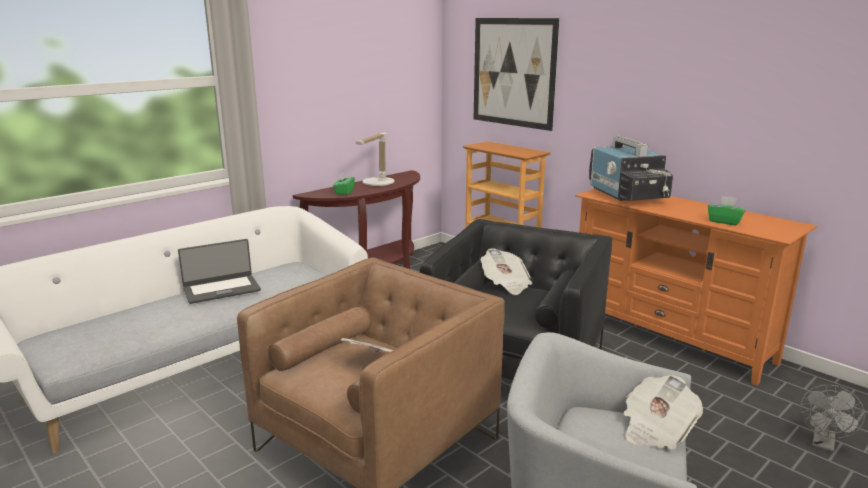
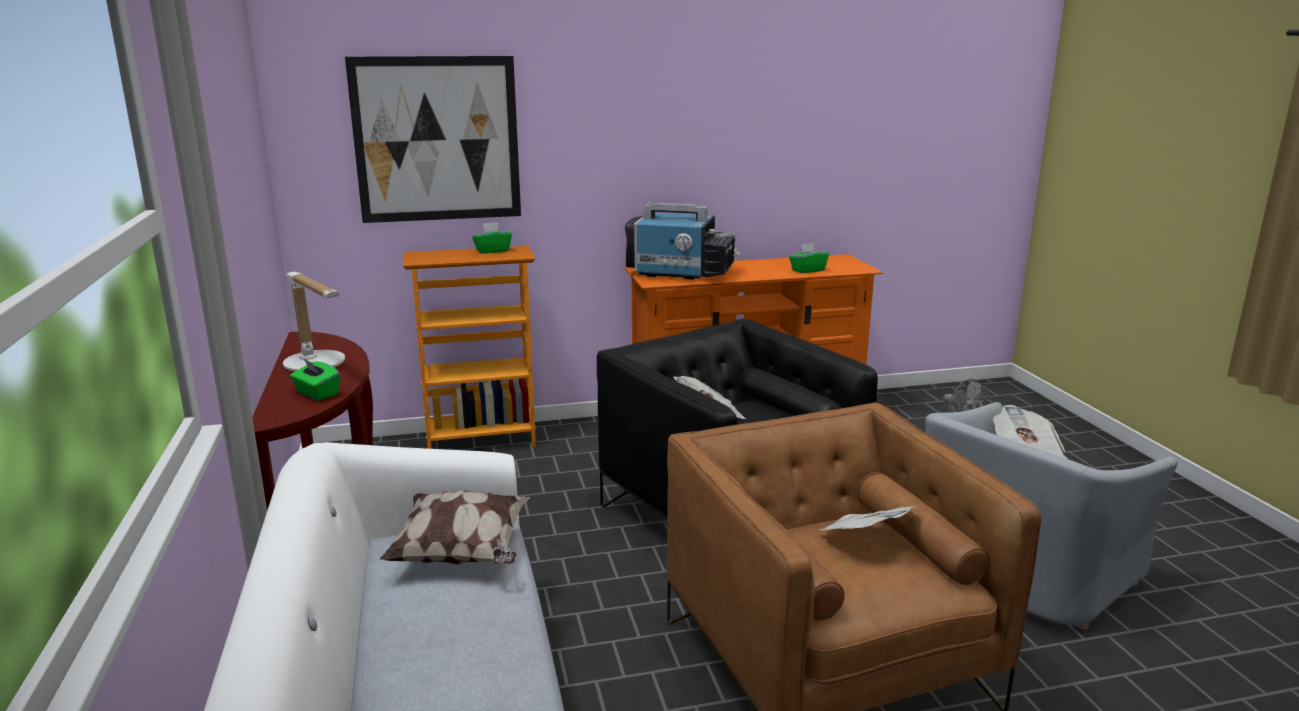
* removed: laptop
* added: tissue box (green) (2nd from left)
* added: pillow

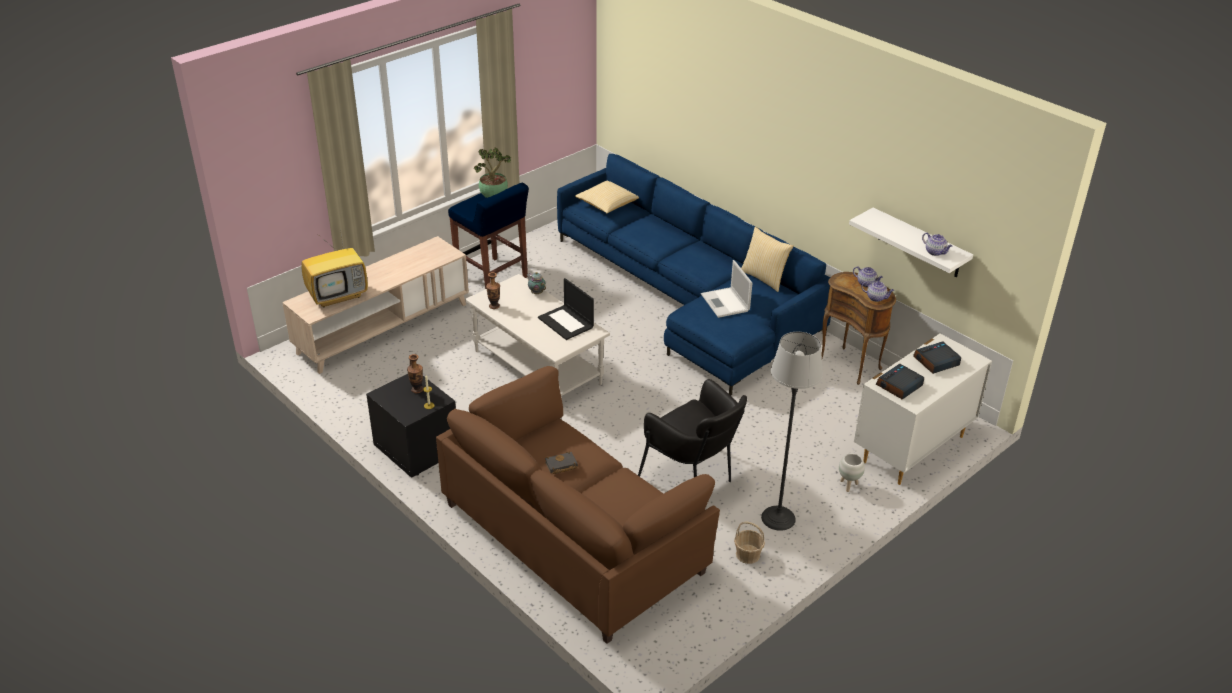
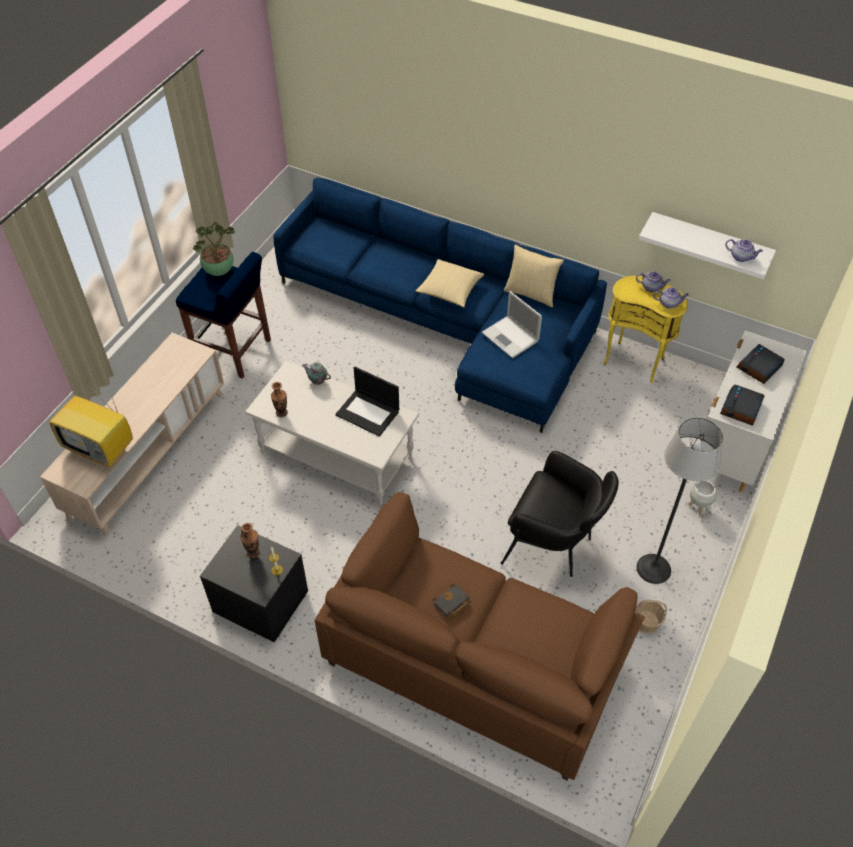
* moved: pillow (1st from left)
* turned: television 75 degrees clockwise
* recoloured: side table (brown) to side table (yellow)

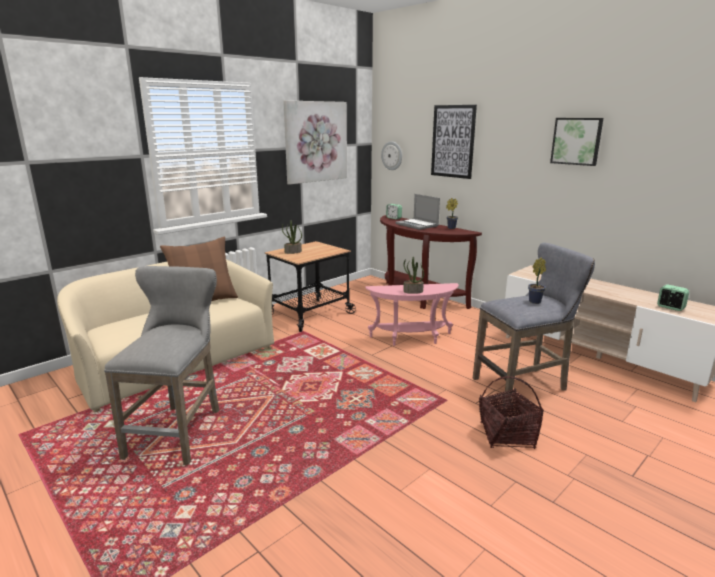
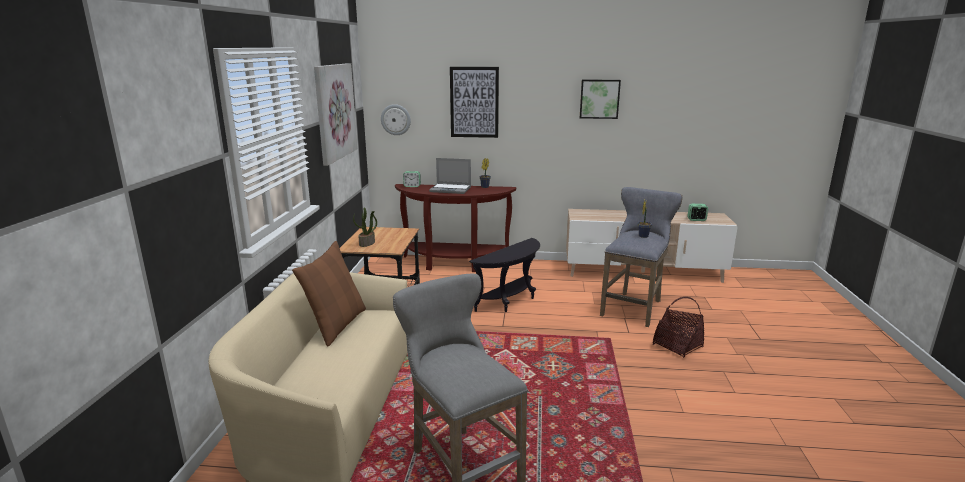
* removed: potted plant (2nd from left)
* recoloured: side table (pink) to side table (black)

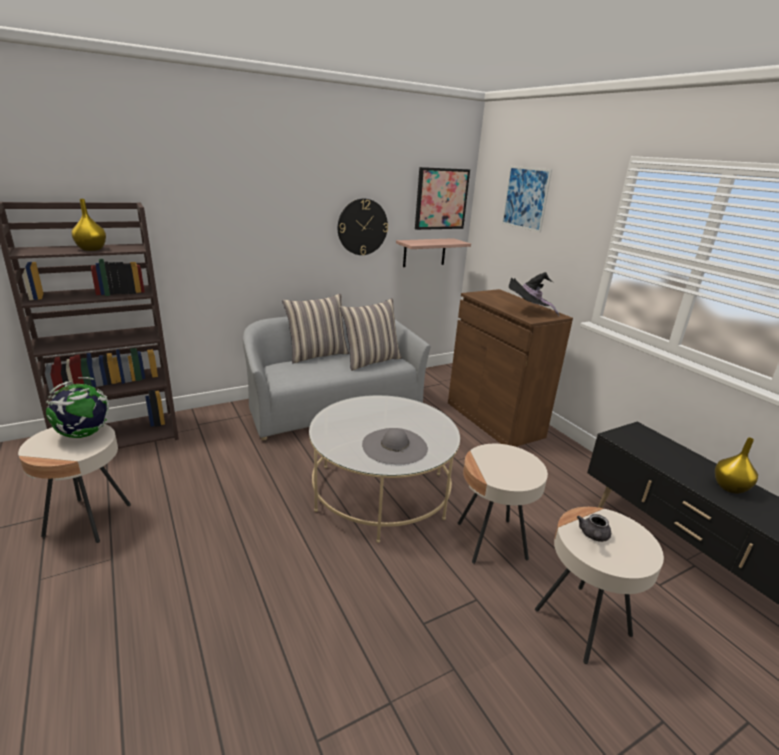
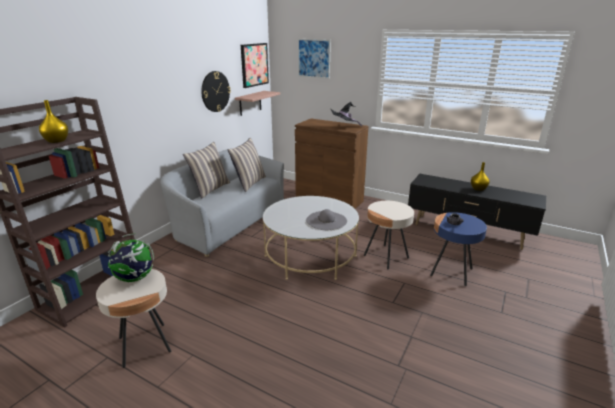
* recoloured: side table (beige) (3rd from left) to side table (blue)

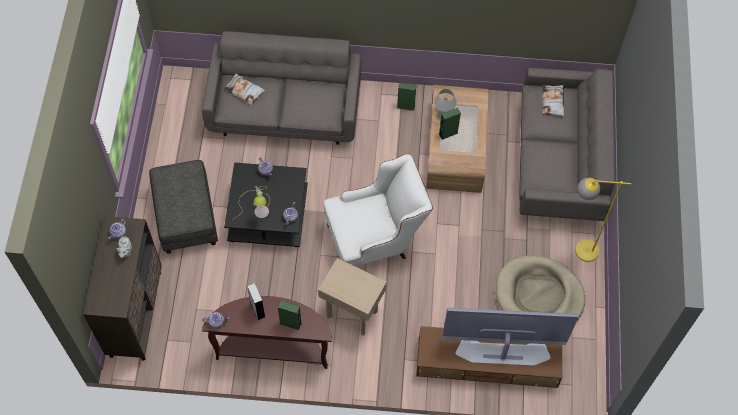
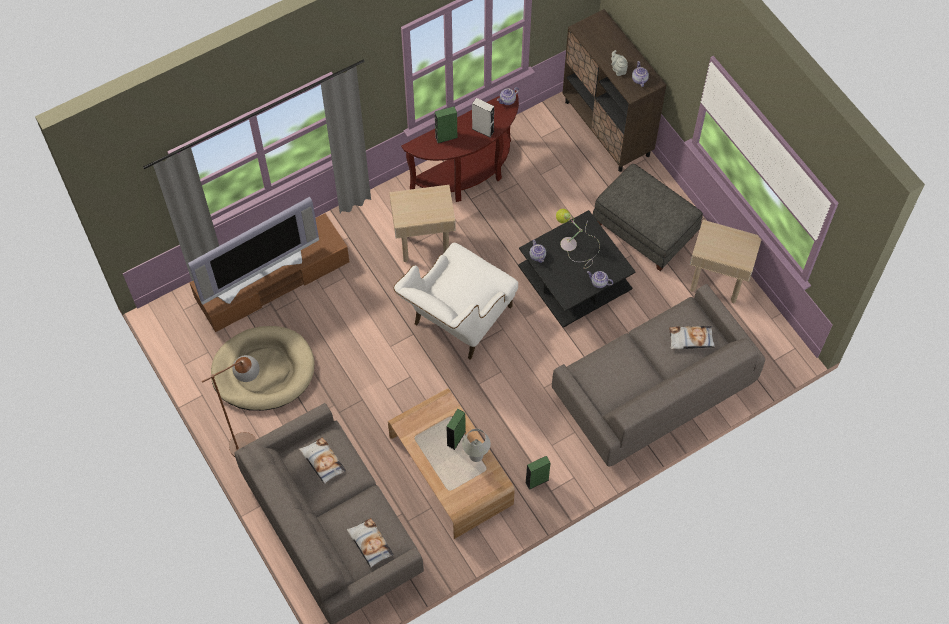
* recoloured: floor lamp (yellow) to floor lamp (brown)
* added: side table (beige) (2nd from left)
* added: pillow (1st from left)

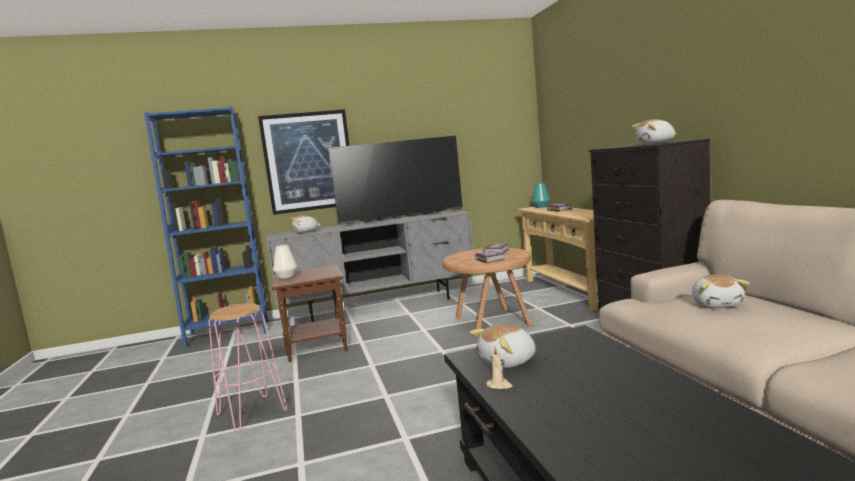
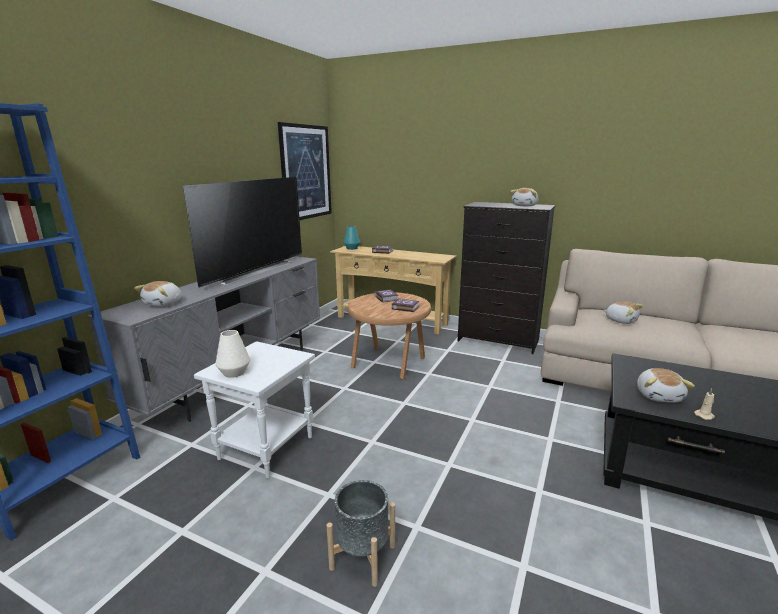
* moved: picture
* recoloured: side table (brown) (1st from left) to side table (white)
* replaced: stool (pink) to planter (grey)

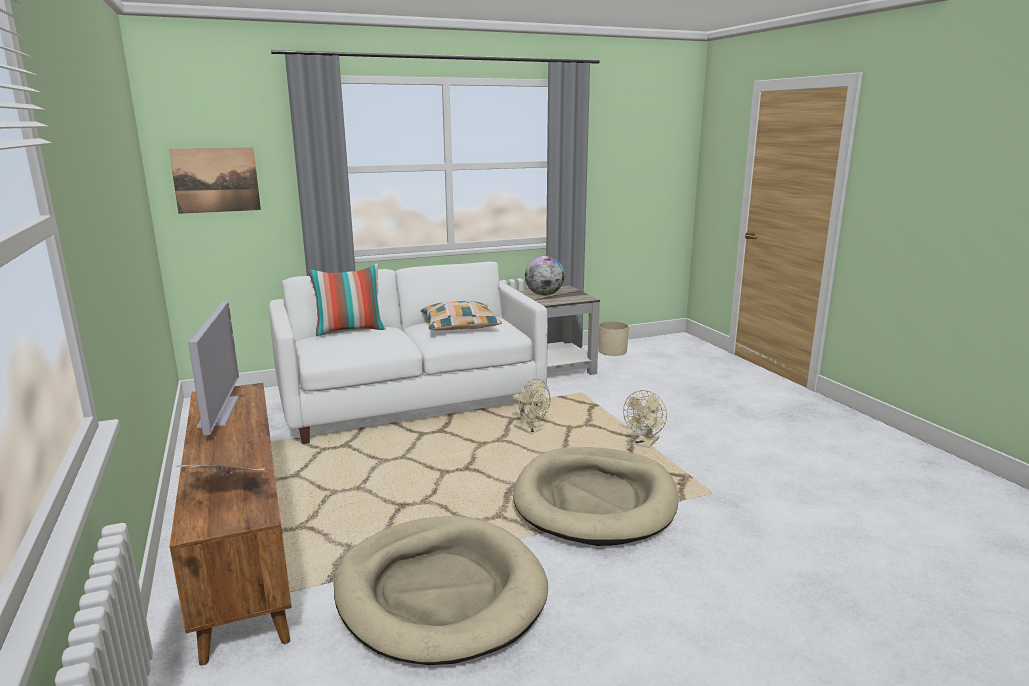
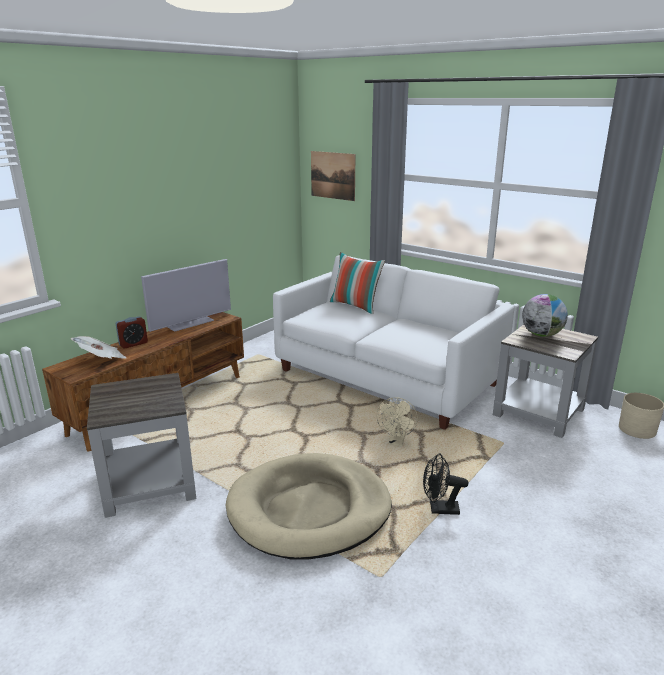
* removed: pillow (2nd from left)
* recoloured: fan (beige) (2nd from left) to fan (black)
* replaced: dog bed (beige) (1st from left) to side table (grey) (1st from left)
* added: alarm clock

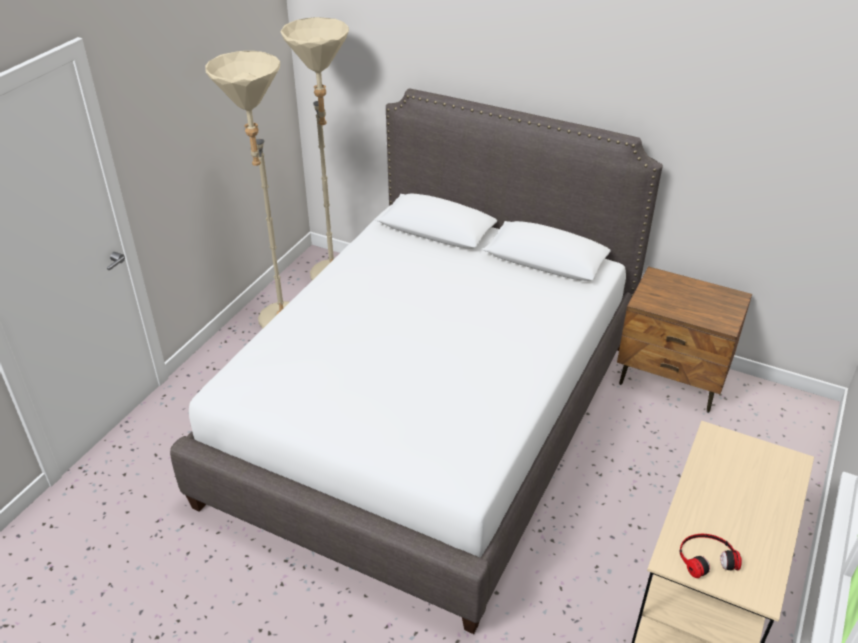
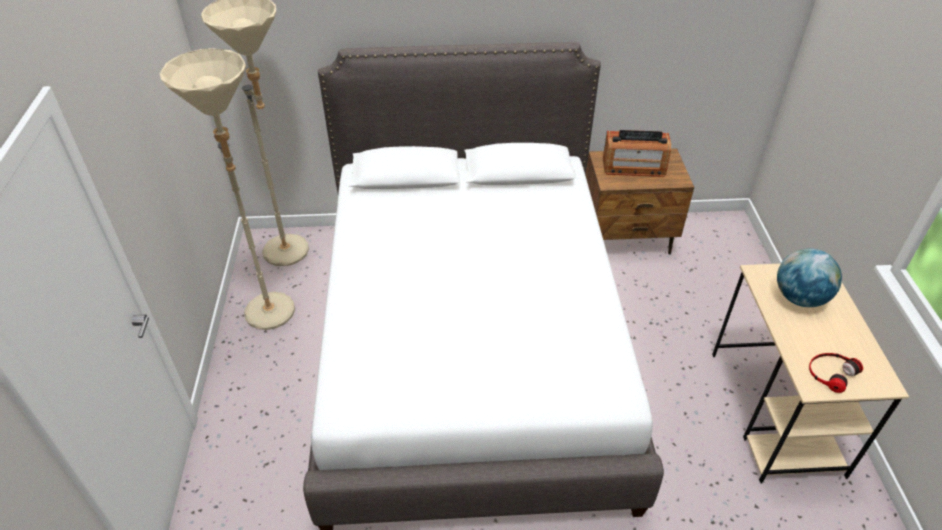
* added: radio
* added: globe

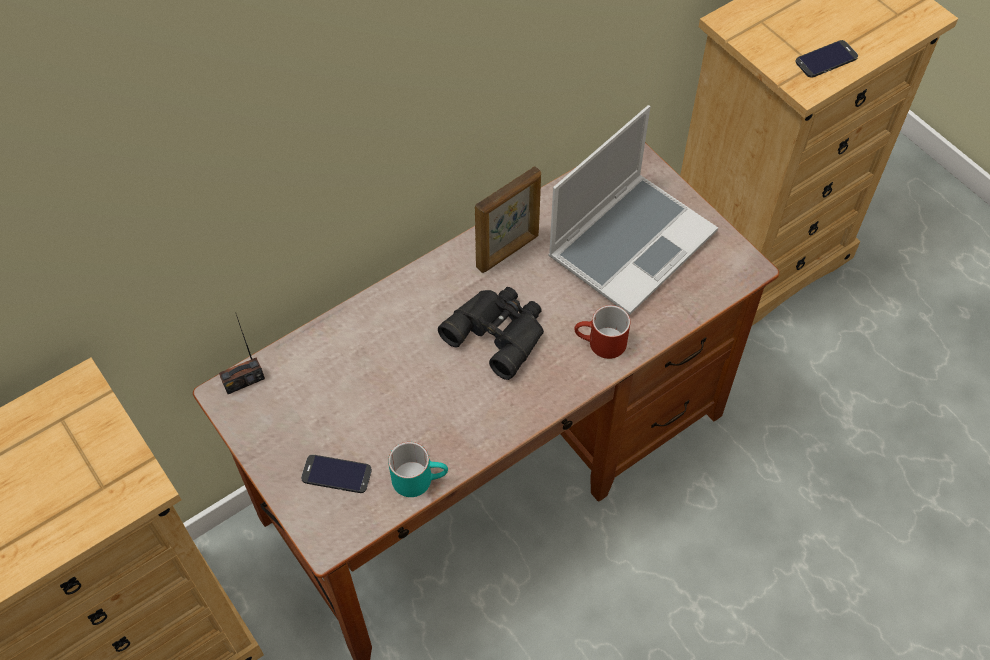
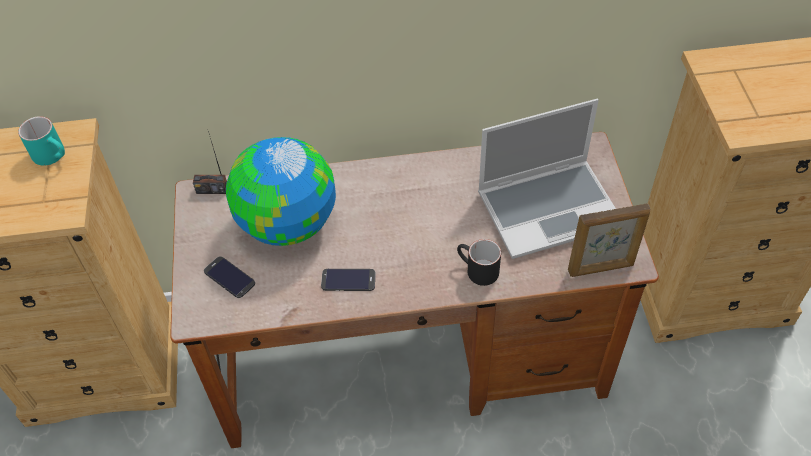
* moved: phone (2nd from left)
* moved: picture frame
* removed: binoculars (black)
* recoloured: mug (red) to mug (black)
* moved: mug (turquoise)
* added: globe

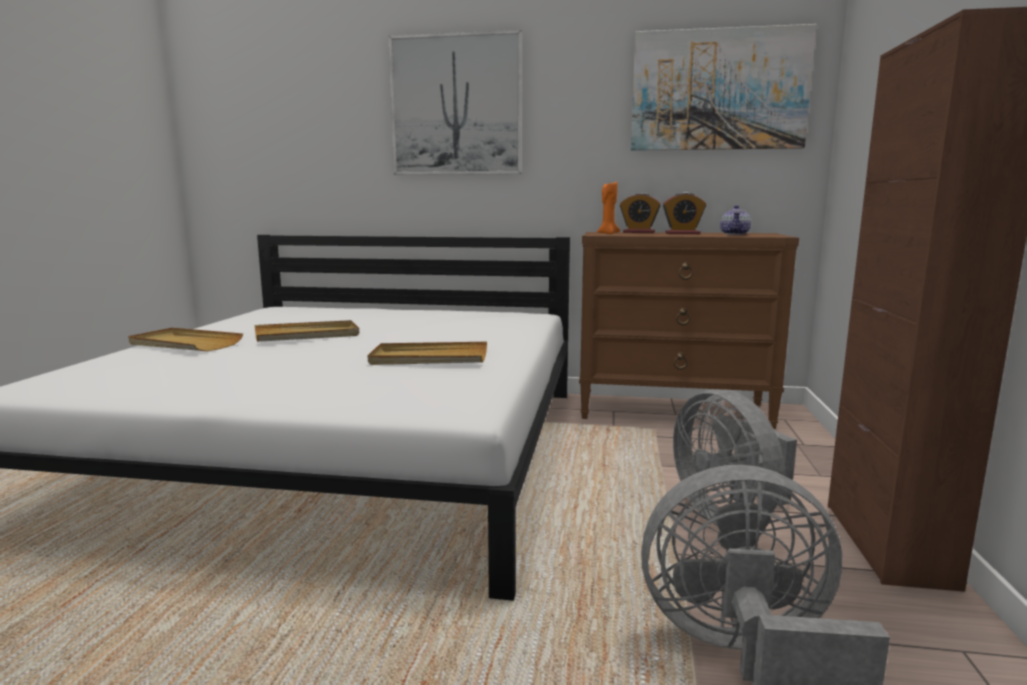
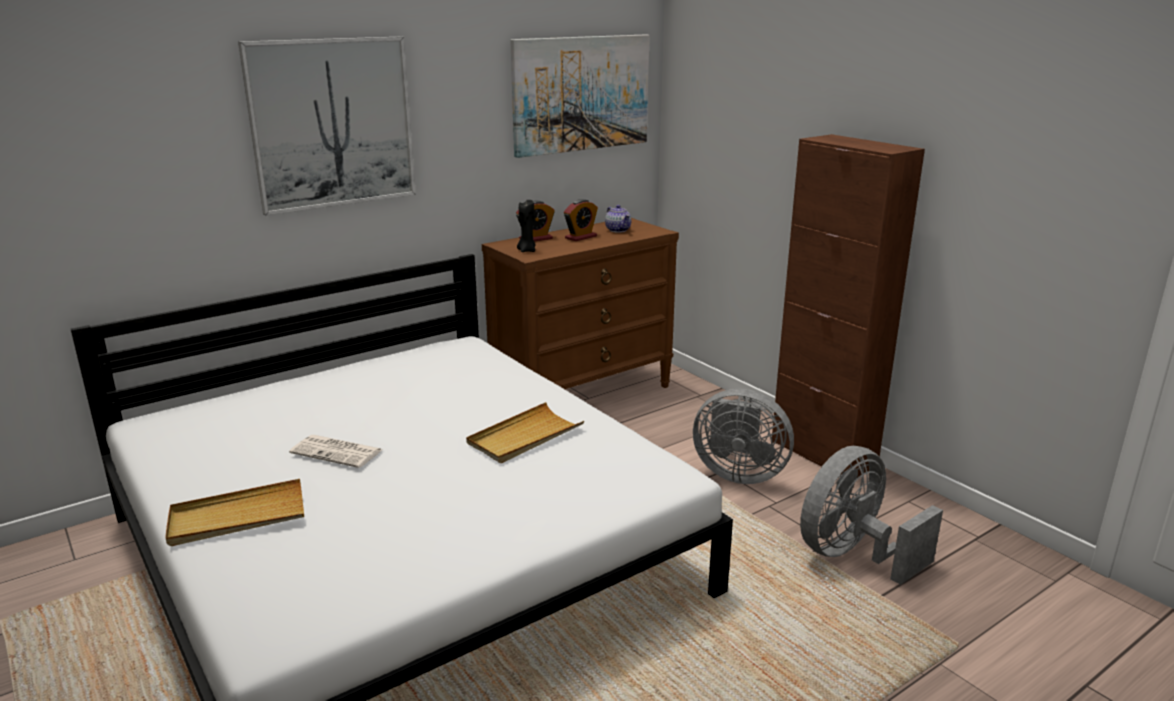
* recoloured: candle (orange) to candle (black)
* replaced: tray (beige) (2nd from left) to newspaper

